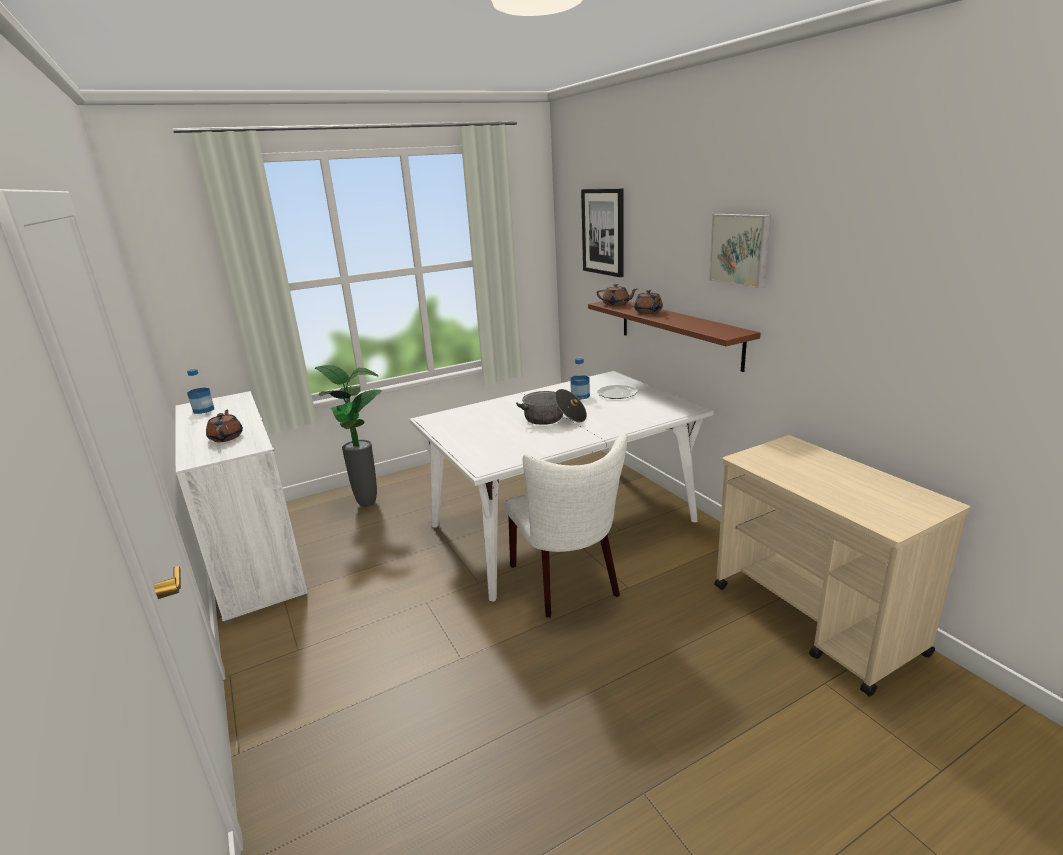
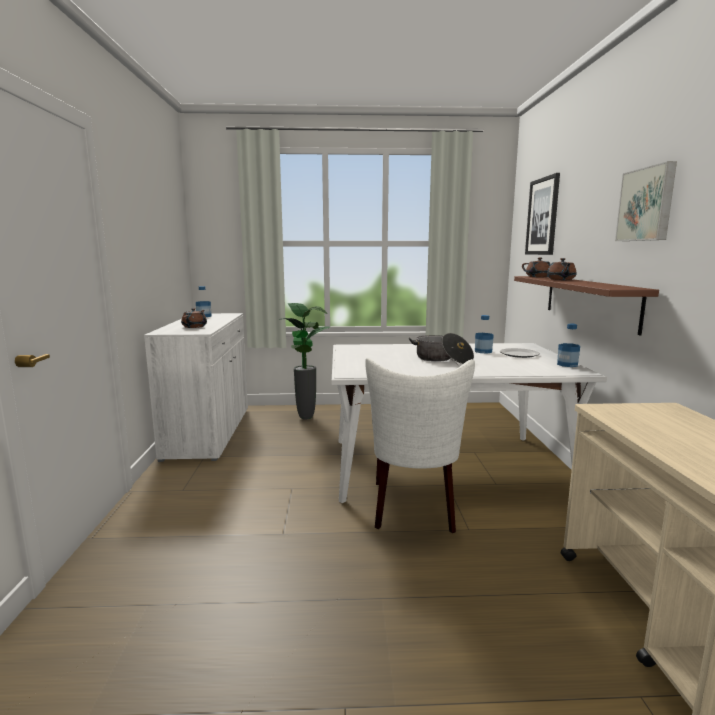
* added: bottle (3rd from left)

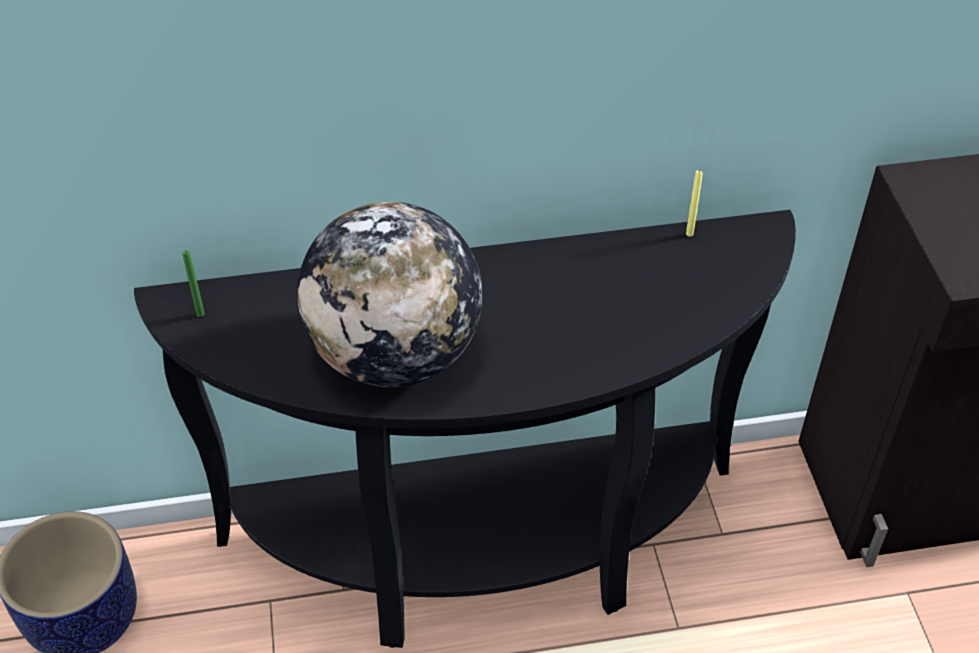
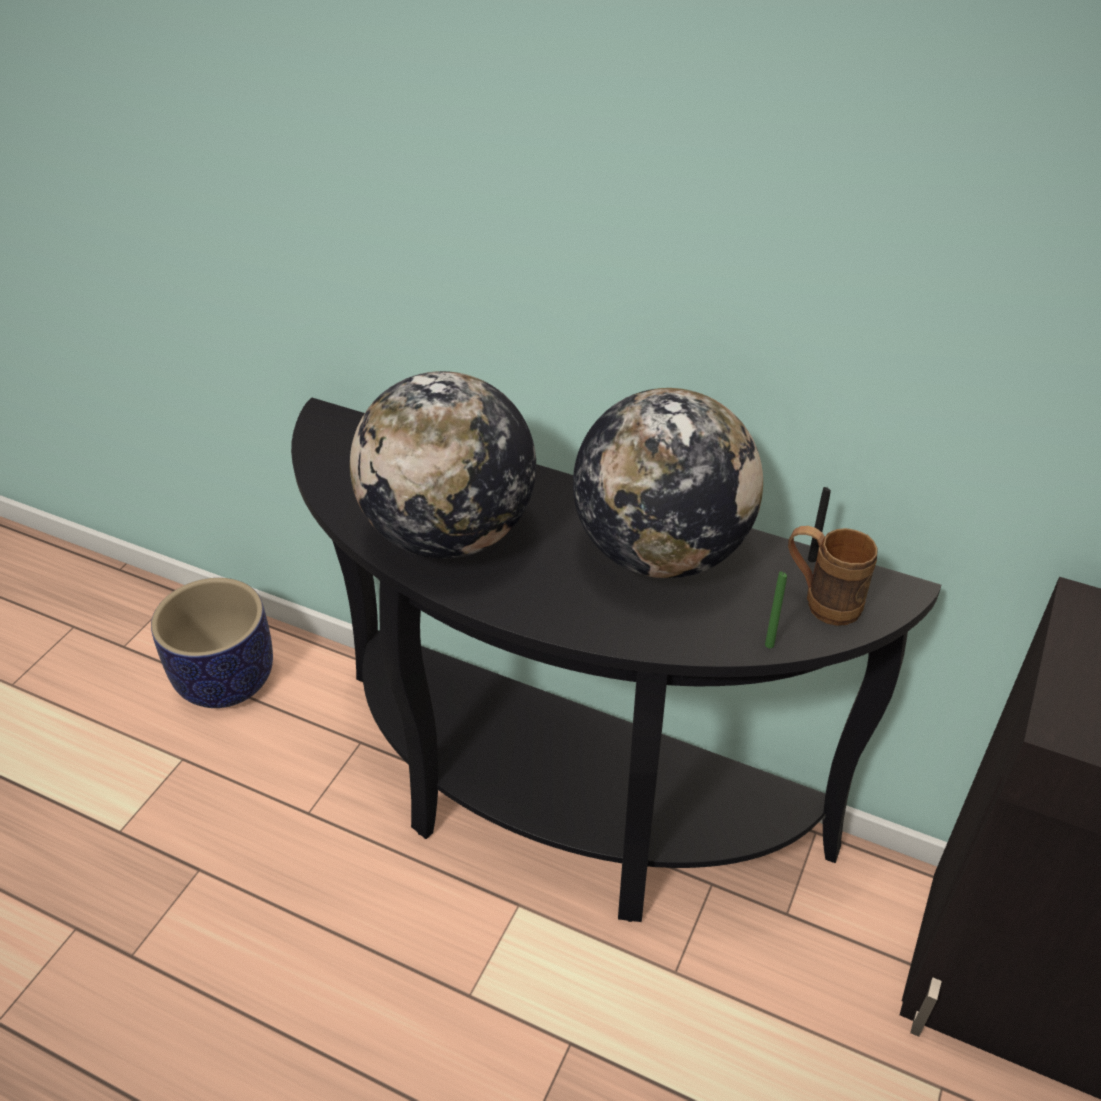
* recoloured: candle (yellow) to candle (black)
* moved: candle (green)
* added: globe (2nd from left)
* added: mug (brown)

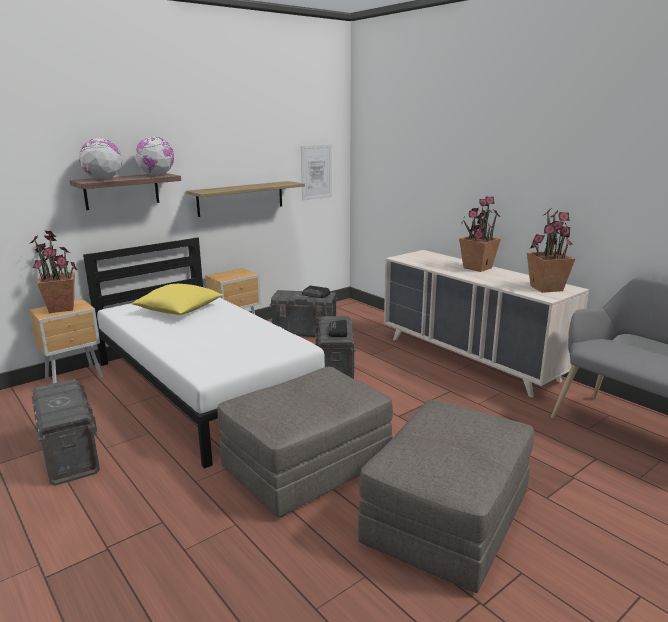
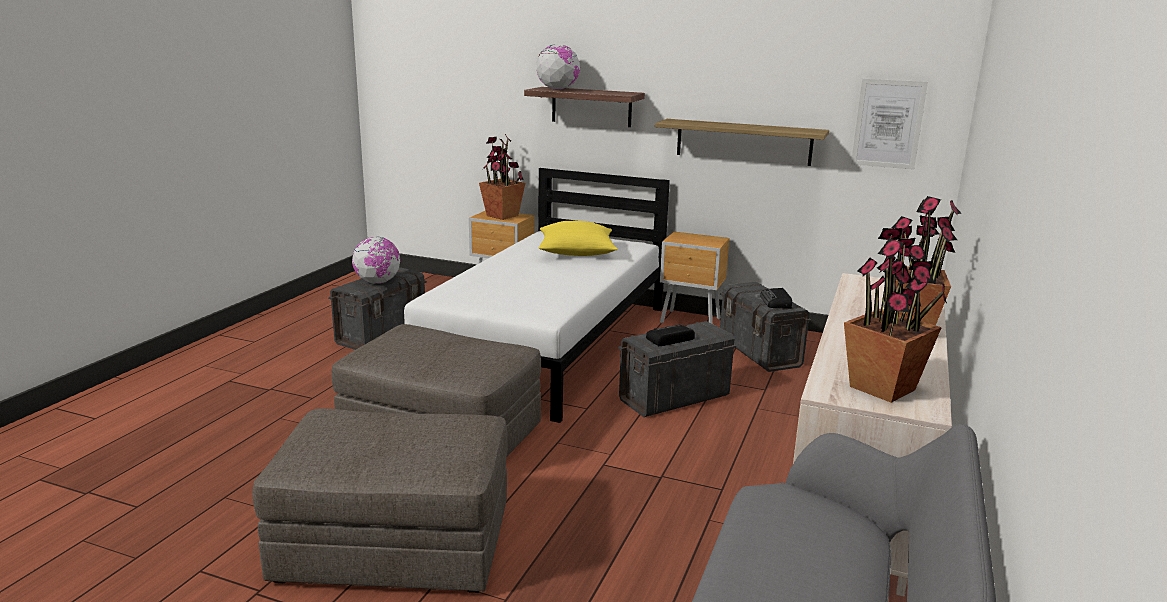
* moved: globe (2nd from left in the first image) to globe (1st from left)

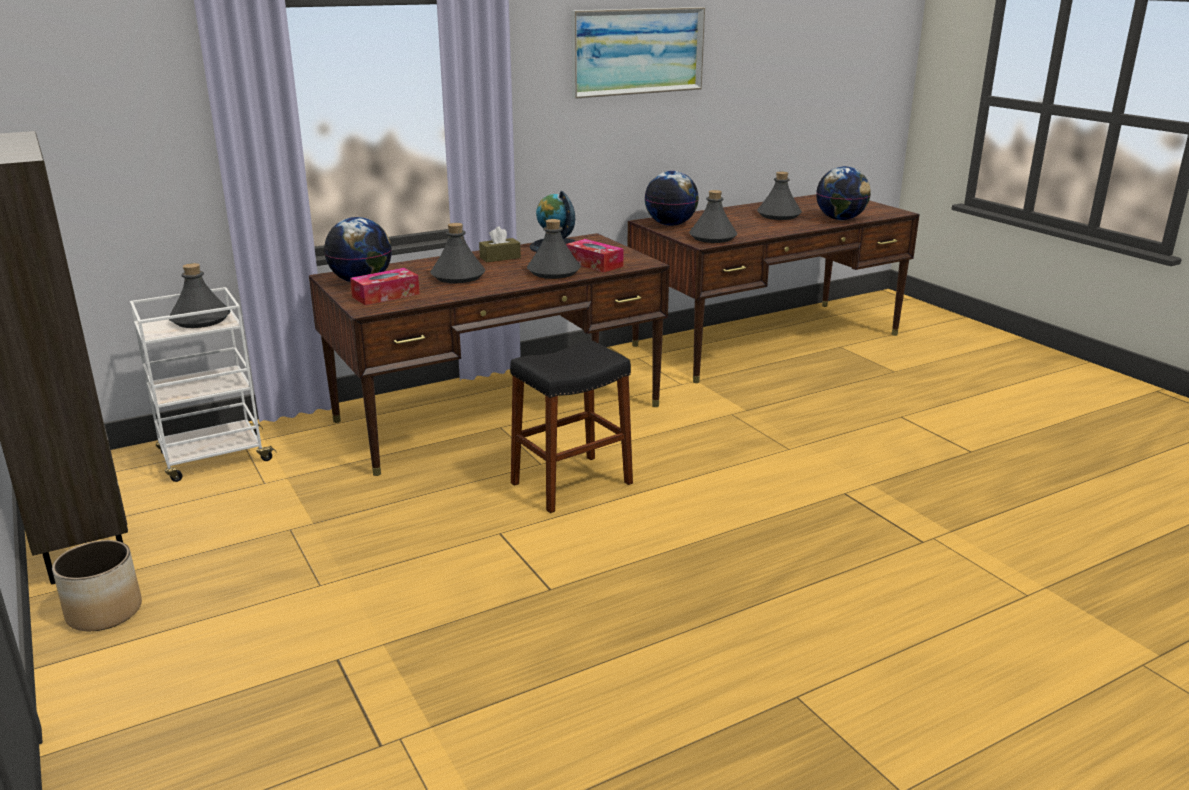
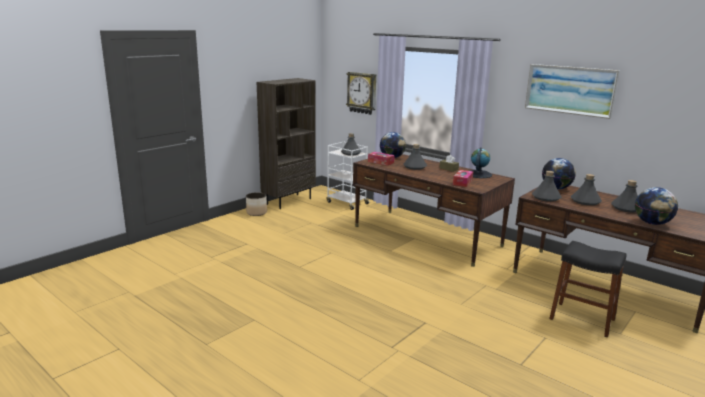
* moved: bottle (grey) (3rd from left in the first image) to bottle (grey) (4th from left)
* moved: stool (black)
* added: wall clock

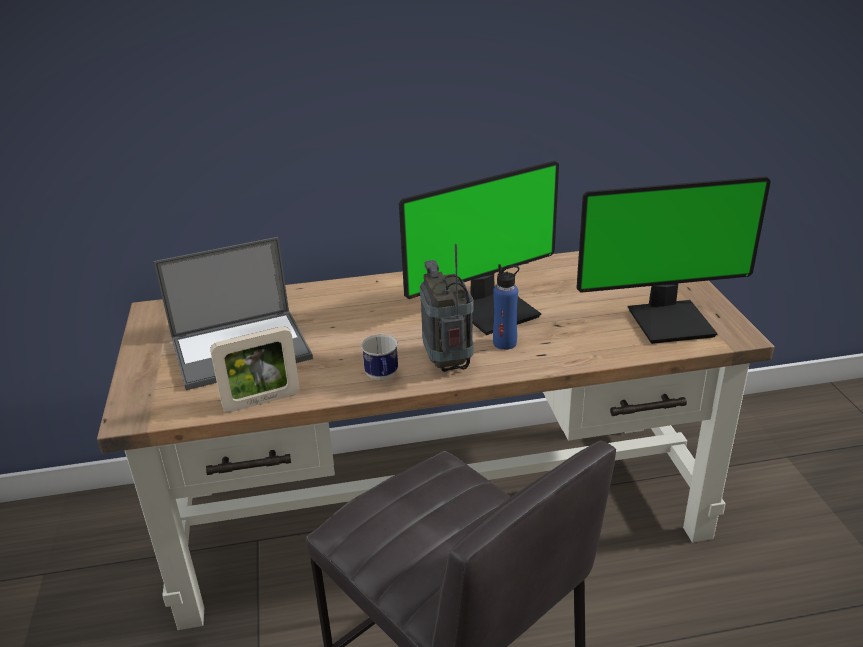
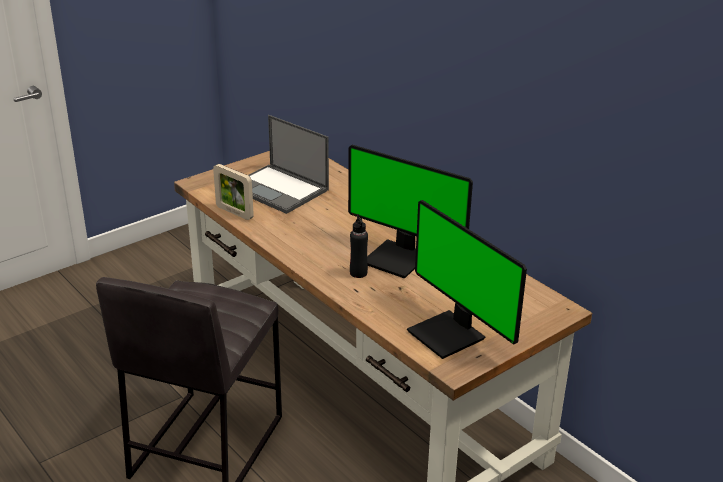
* removed: radio
* recoloured: bottle (blue) to bottle (black)
* removed: mug

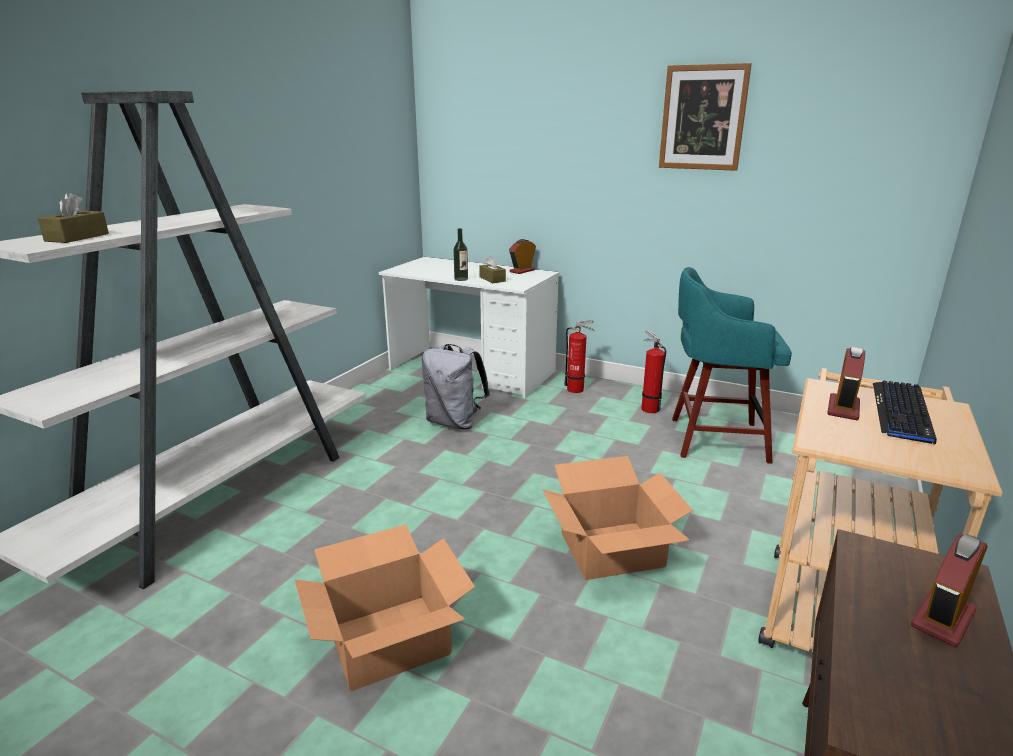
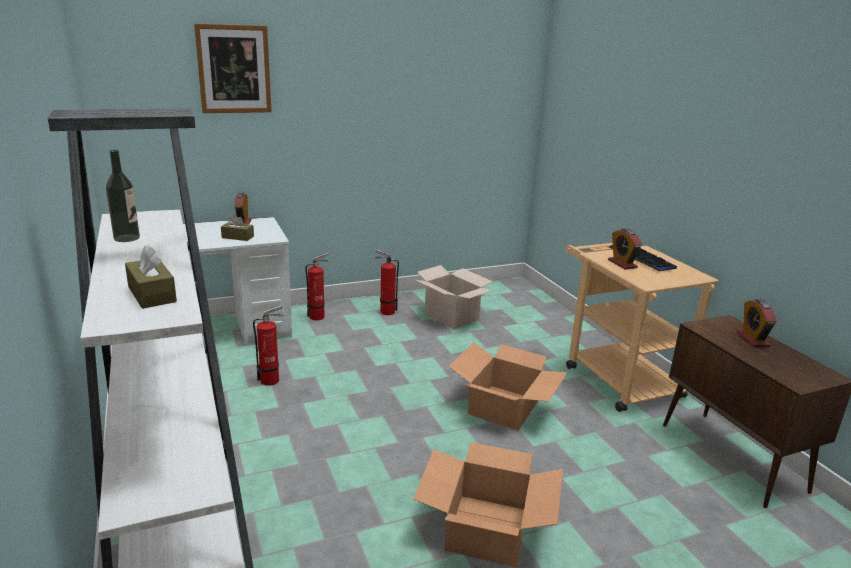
* moved: picture
* moved: bottle
* replaced: stool (turquoise) to cardboard box (1st from left)
* replaced: backpack (grey) to fire extinguisher (1st from left)

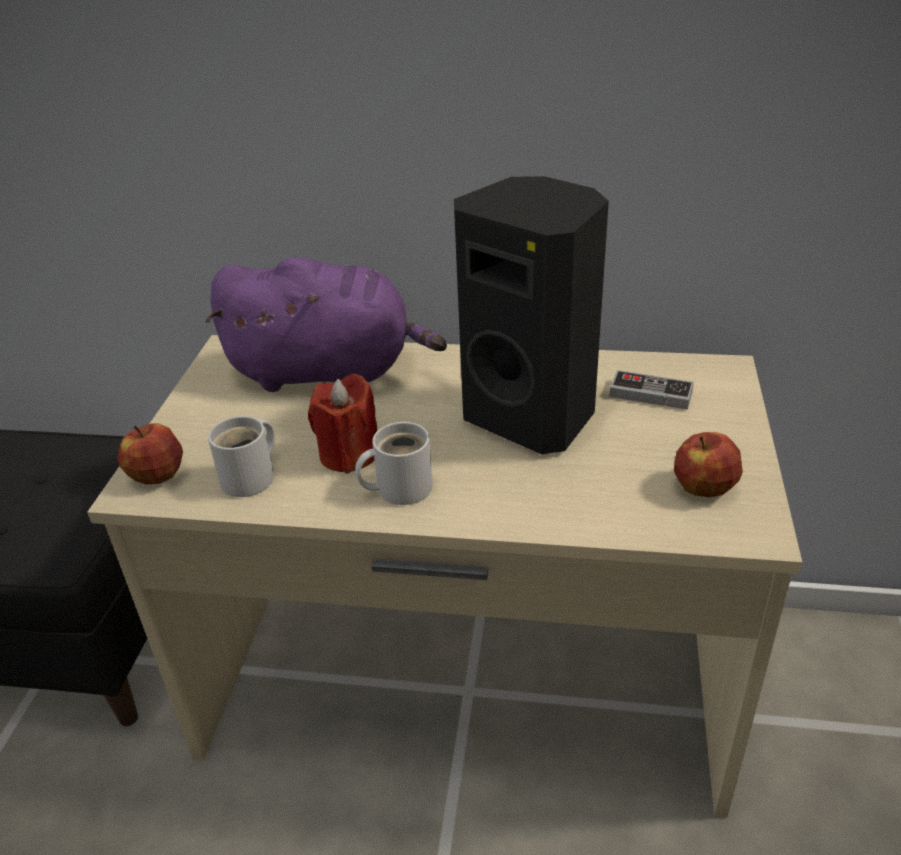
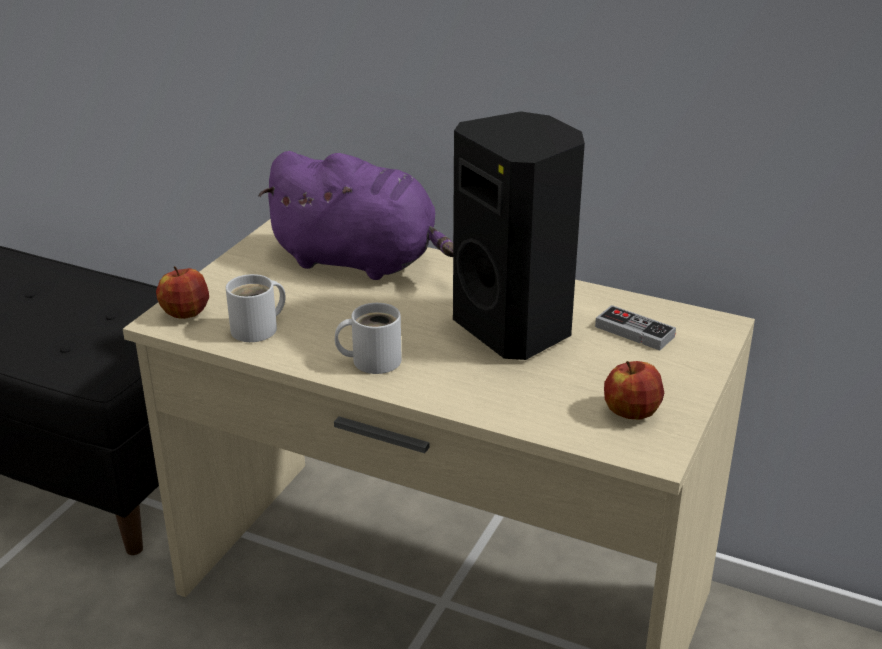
* removed: candle (red)

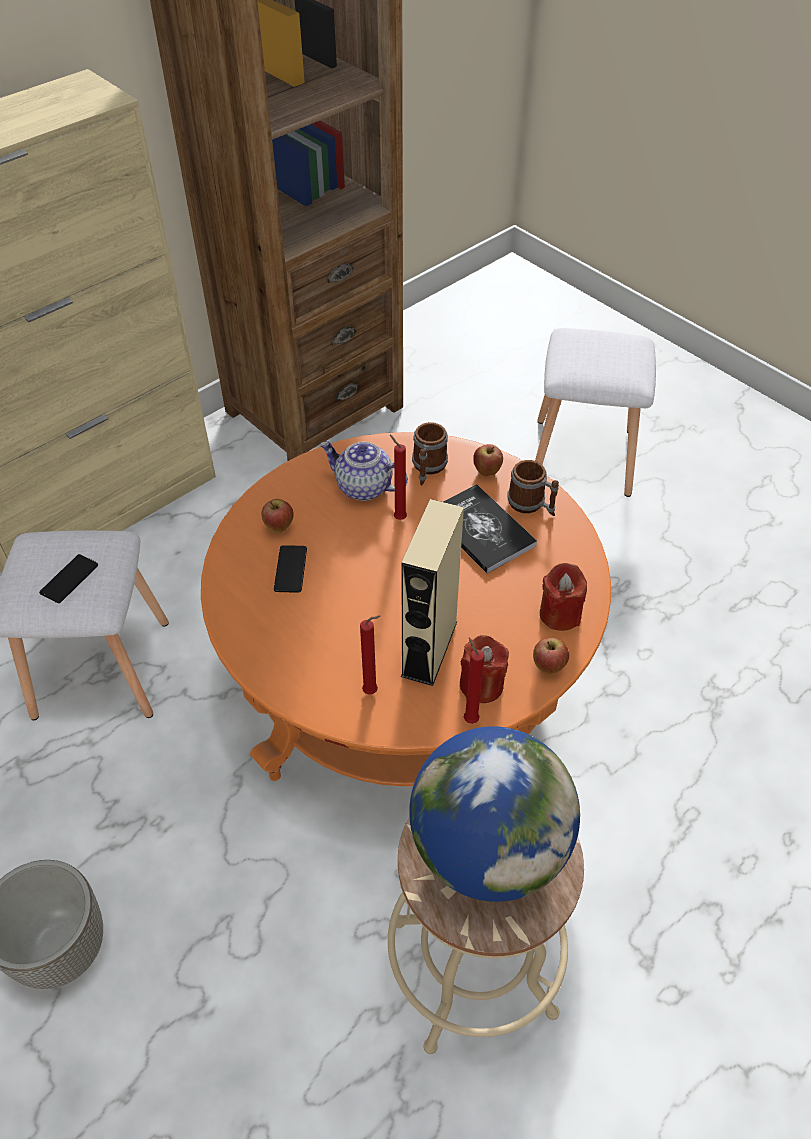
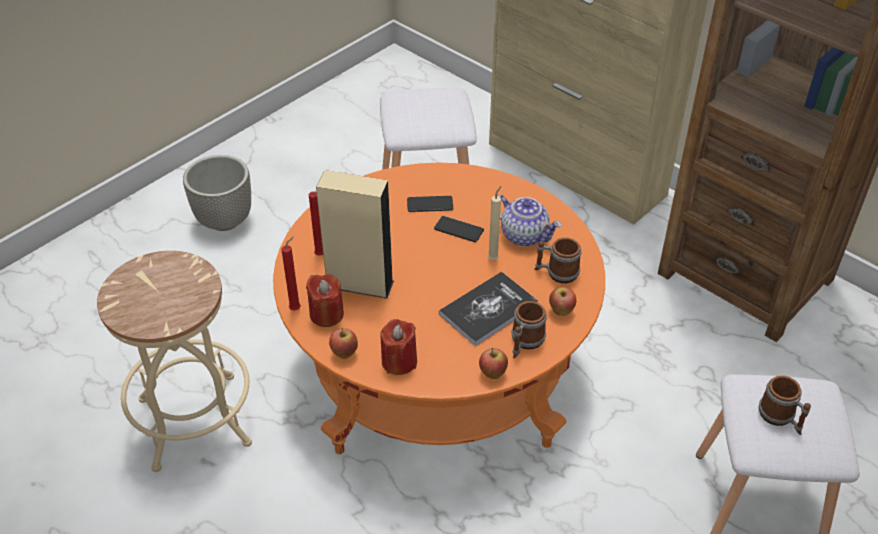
* recoloured: candle (red) (2nd from left) to candle (beige)
* turned: teapot 105 degrees clockwise
* moved: apple (1st from left in the first image) to apple (2nd from left)
* moved: phone (1st from left in the first image) to phone (2nd from left)
* removed: globe
* added: mug (3rd from left)

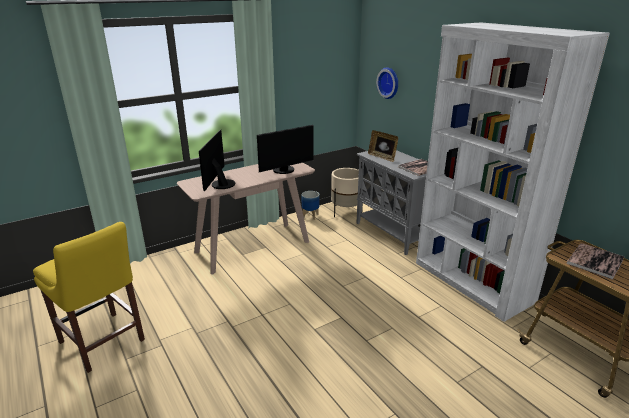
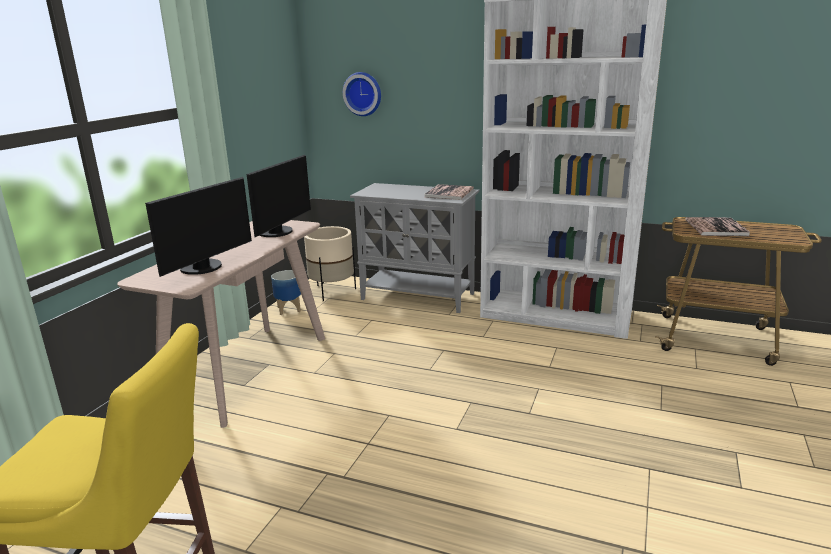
* turned: monitor (1st from left) 120 degrees counterclockwise
* removed: picture frame

